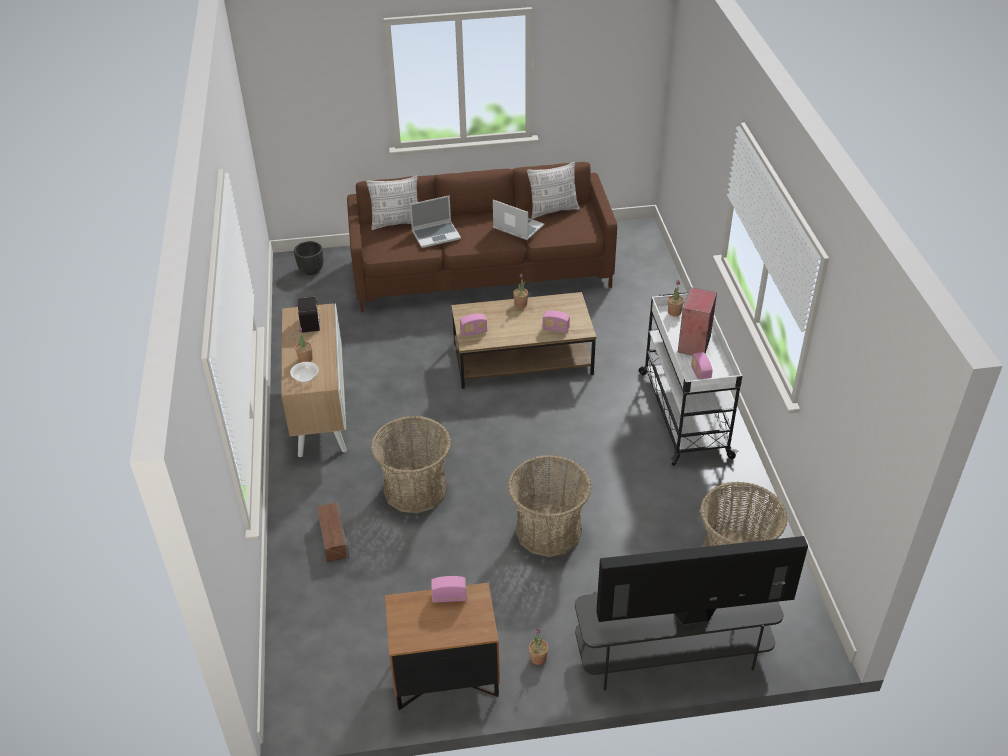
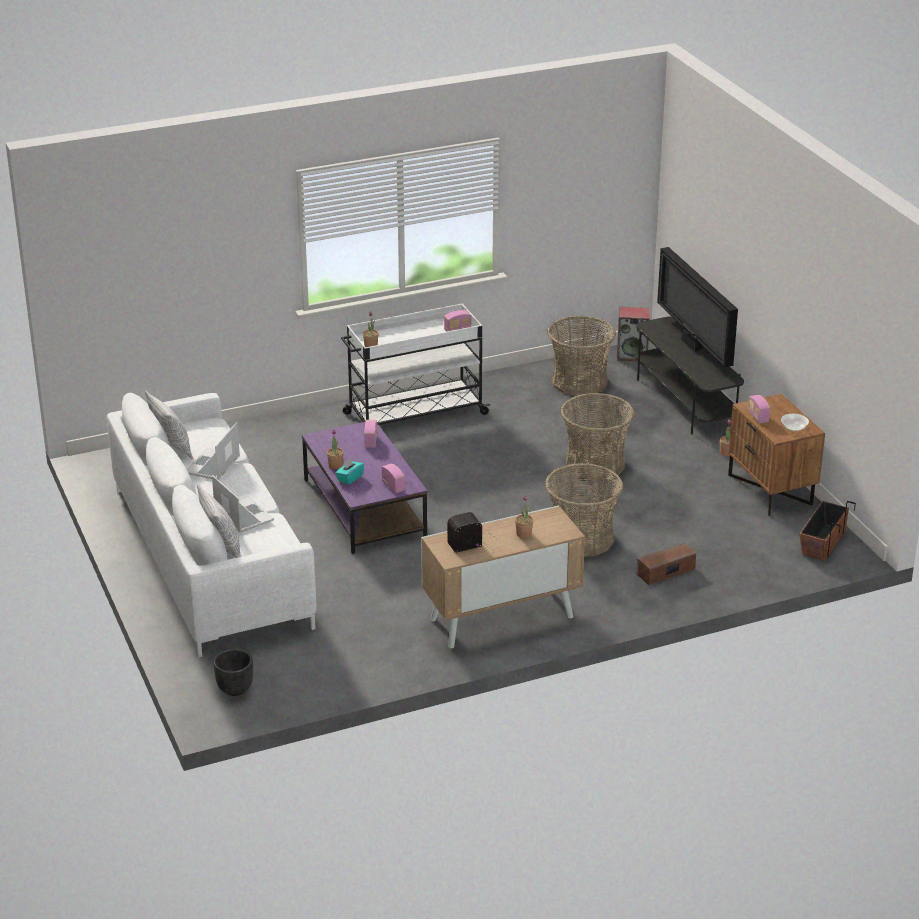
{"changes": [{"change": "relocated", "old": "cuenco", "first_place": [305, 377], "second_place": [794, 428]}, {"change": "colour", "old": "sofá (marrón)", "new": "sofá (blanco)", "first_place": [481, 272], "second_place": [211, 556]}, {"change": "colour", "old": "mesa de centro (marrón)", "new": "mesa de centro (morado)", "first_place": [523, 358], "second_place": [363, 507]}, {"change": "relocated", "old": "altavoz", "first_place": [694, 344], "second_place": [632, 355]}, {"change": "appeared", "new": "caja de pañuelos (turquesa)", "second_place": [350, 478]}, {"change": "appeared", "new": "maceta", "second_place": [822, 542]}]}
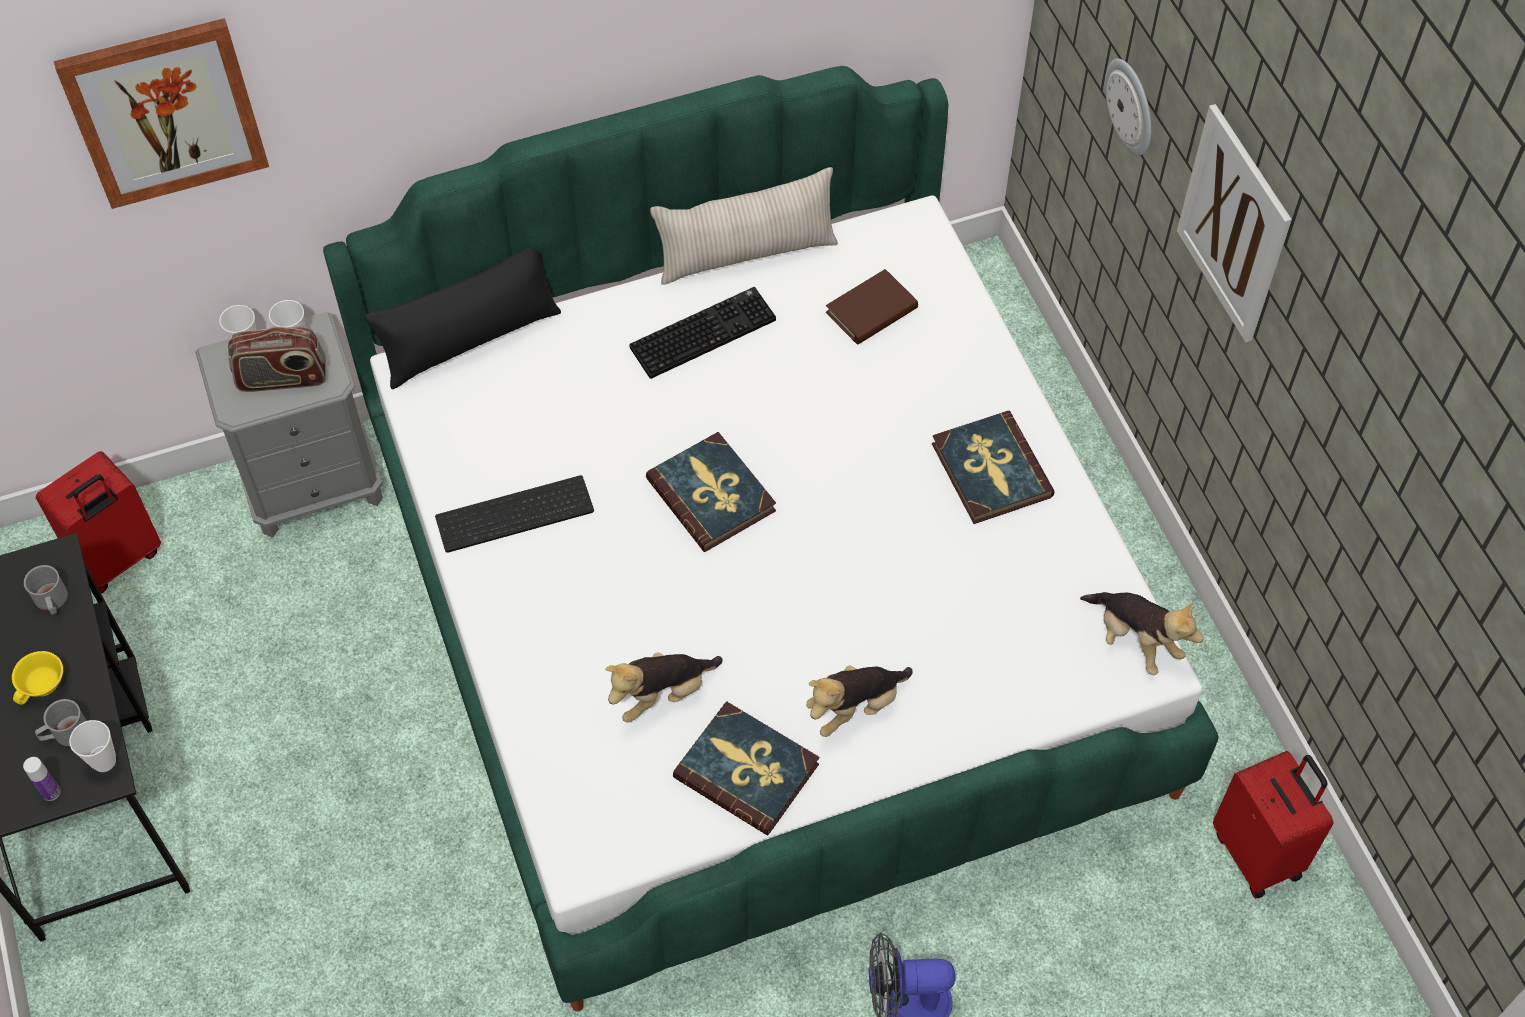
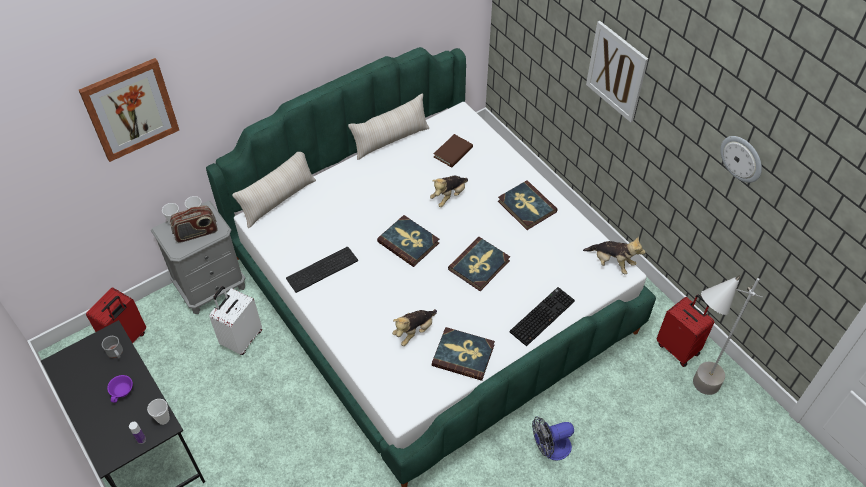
{"changes": [{"change": "colour", "old": "taza (amarillo)", "new": "taza (morado)", "first_place": [43, 685], "second_place": [123, 392]}, {"change": "missing", "old": "taza grande (gris)", "first_place": [65, 733]}, {"change": "colour", "old": "cojín (negro)", "new": "cojín (beis)", "first_place": [471, 340], "second_place": [278, 200]}, {"change": "relocated", "old": "teclado", "first_place": [703, 332], "second_place": [541, 315]}, {"change": "relocated", "old": "peluche", "first_place": [855, 707], "second_place": [449, 196]}, {"change": "relocated", "old": "reloj de pared", "first_place": [1131, 106], "second_place": [742, 158]}, {"change": "appeared", "new": "maleta (blanco)", "second_place": [241, 338]}, {"change": "appeared", "new": "libro", "second_place": [479, 265]}, {"change": "appeared", "new": "lámpara de pie (gris)", "second_place": [689, 393]}]}
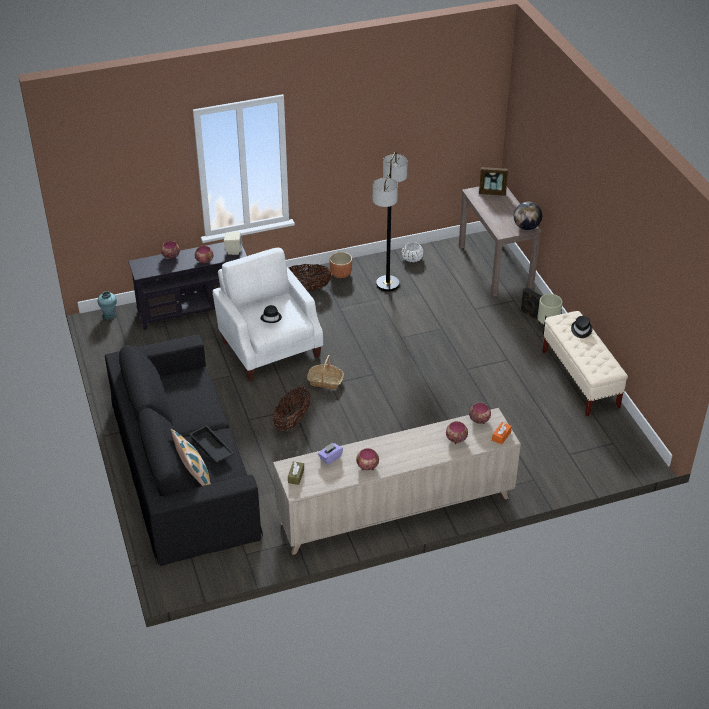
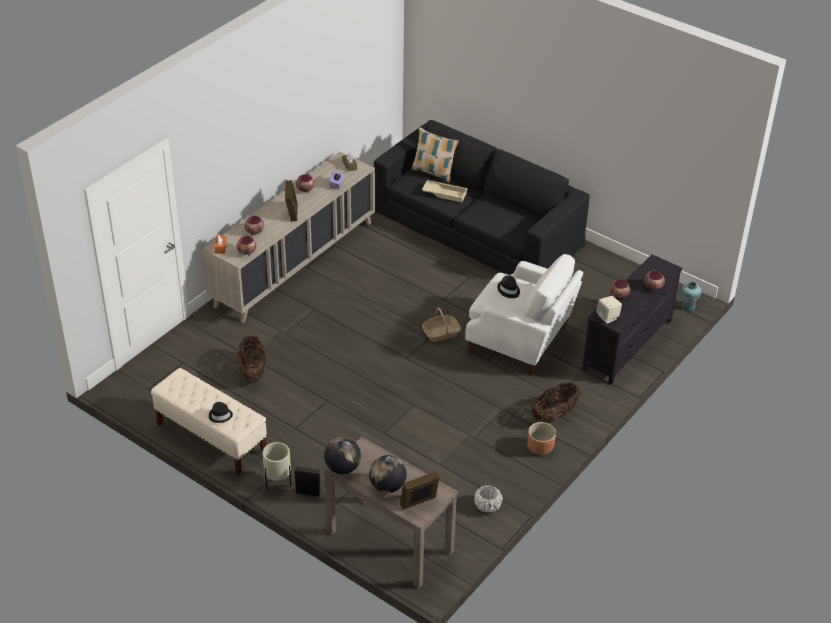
{"changes": [{"change": "colour", "old": "bandeja (negro)", "new": "bandeja (beis)", "first_place": [211, 448], "second_place": [445, 193]}, {"change": "relocated", "old": "cesta", "first_place": [292, 421], "second_place": [252, 371]}, {"change": "missing", "old": "lámpara de pie", "first_place": [387, 284]}, {"change": "appeared", "new": "portarretratos", "second_place": [292, 212]}, {"change": "appeared", "new": "globo terráqueo", "second_place": [387, 486]}]}
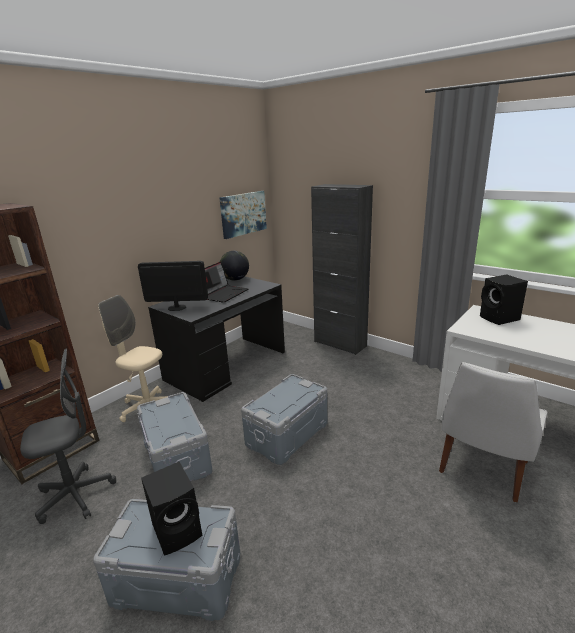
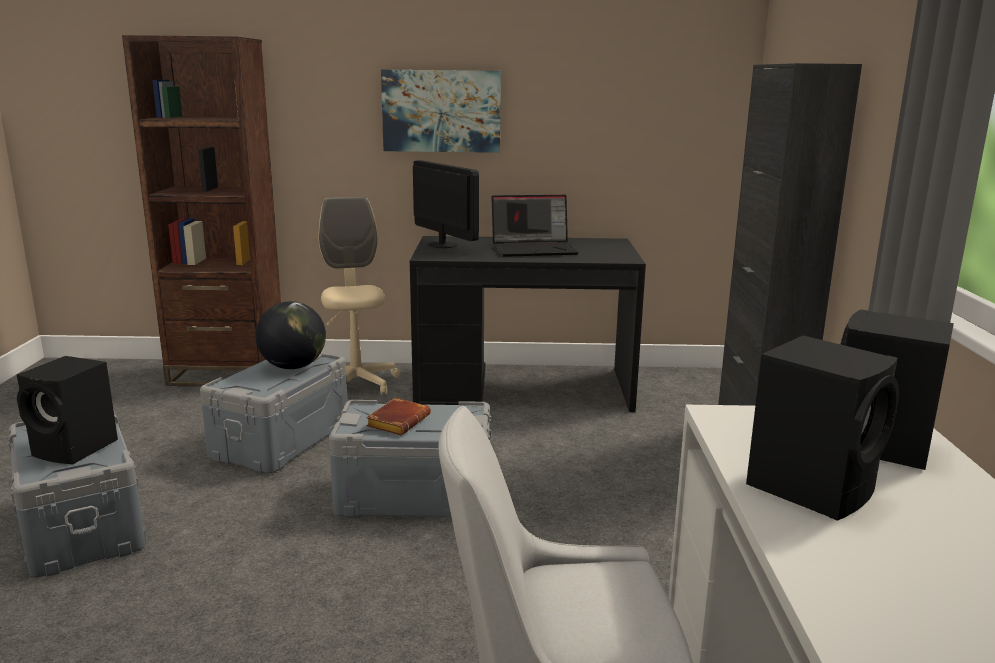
{"changes": [{"change": "missing", "old": "silla de oficina (gris)", "first_place": [76, 495]}, {"change": "relocated", "old": "cuadro", "first_place": [243, 214], "second_place": [441, 111]}, {"change": "relocated", "old": "globo terráqueo", "first_place": [235, 279], "second_place": [293, 367]}, {"change": "appeared", "new": "libro (marrón)", "second_place": [398, 421]}, {"change": "appeared", "new": "altavoz (negro)", "second_place": [813, 487]}]}
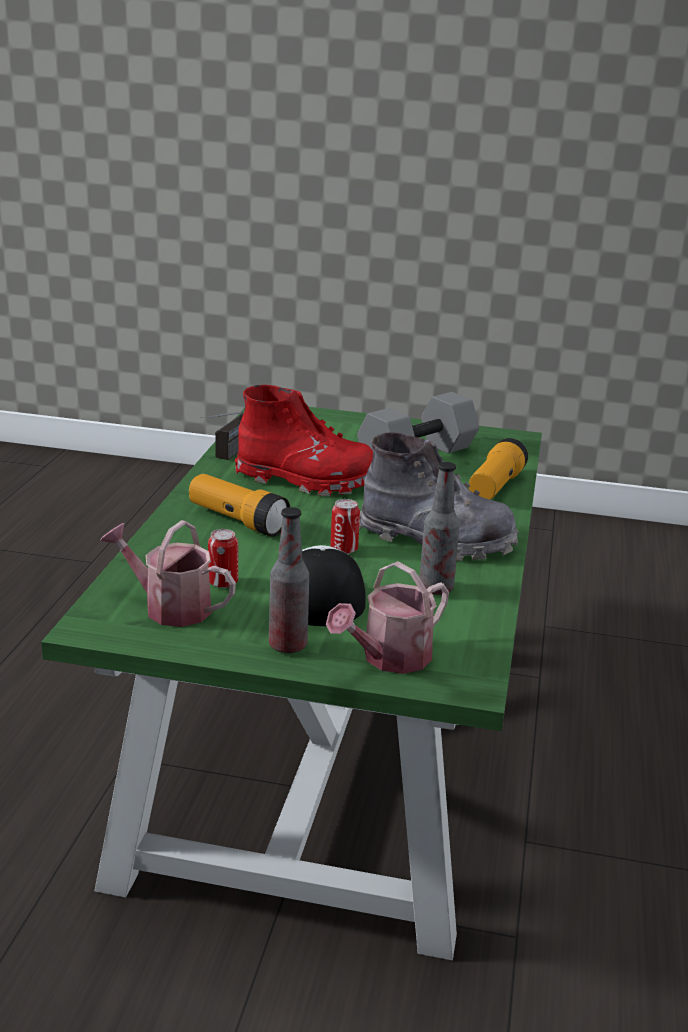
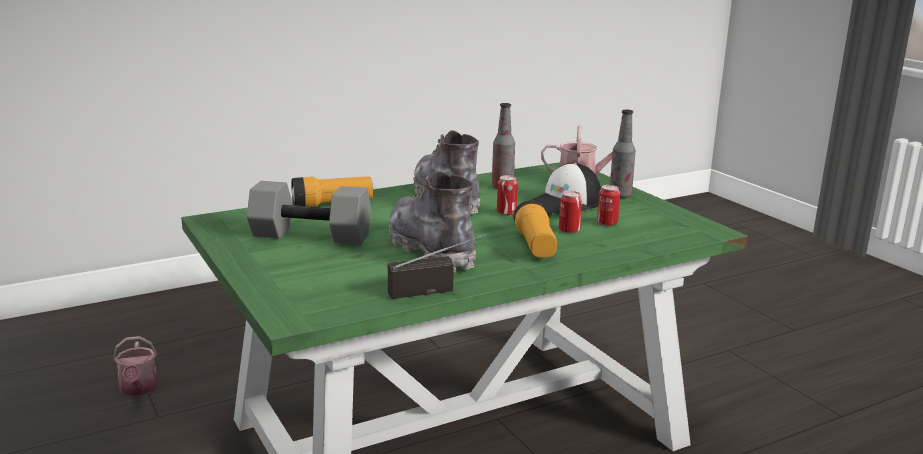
{"changes": [{"change": "relocated", "old": "regadera", "first_place": [169, 607], "second_place": [138, 389]}, {"change": "colour", "old": "bota (rojo)", "new": "bota (gris)", "first_place": [306, 481], "second_place": [431, 250]}, {"change": "appeared", "new": "lata", "second_place": [569, 230]}]}
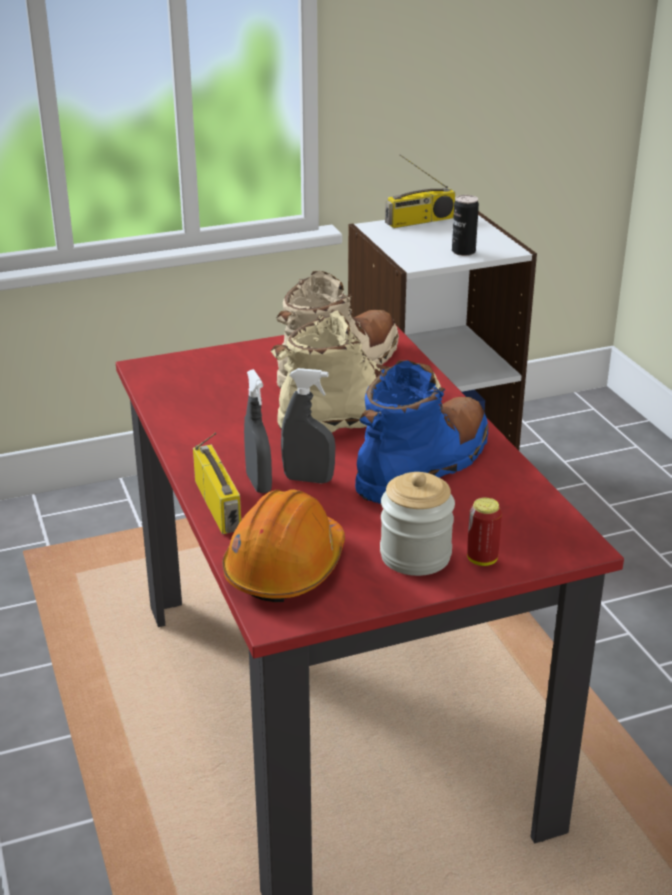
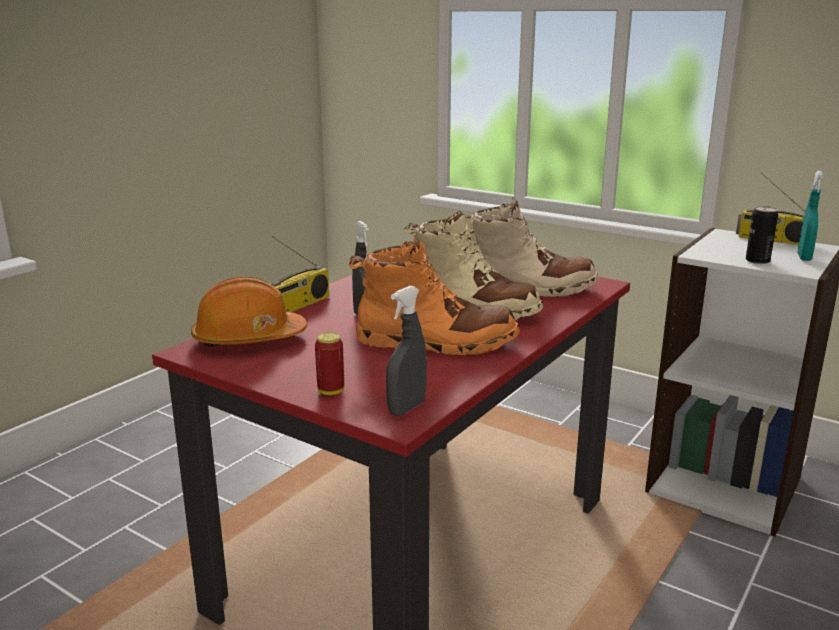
{"changes": [{"change": "relocated", "old": "pulverizador (gris)", "first_place": [258, 483], "second_place": [406, 408]}, {"change": "colour", "old": "bota (azul)", "new": "bota (naranja)", "first_place": [424, 465], "second_place": [435, 342]}, {"change": "missing", "old": "tarro", "first_place": [415, 556]}, {"change": "appeared", "new": "pulverizador (turquesa)", "second_place": [804, 257]}]}
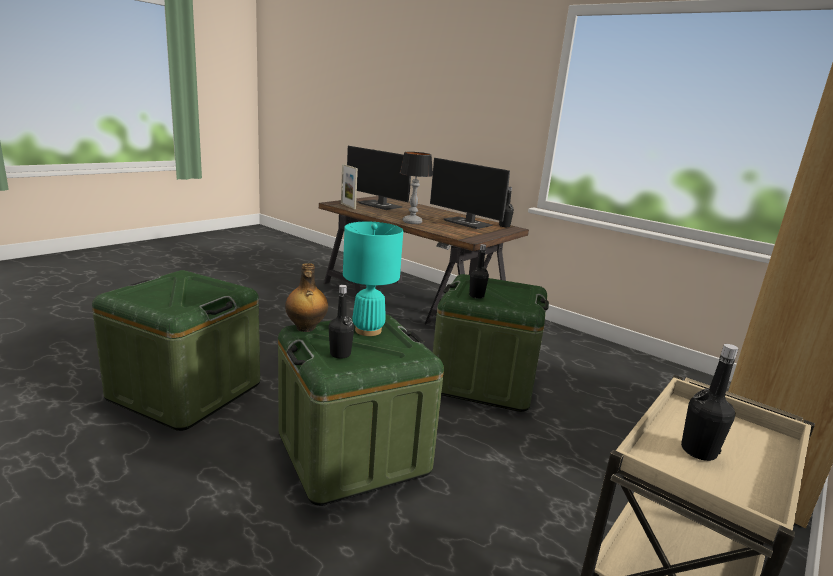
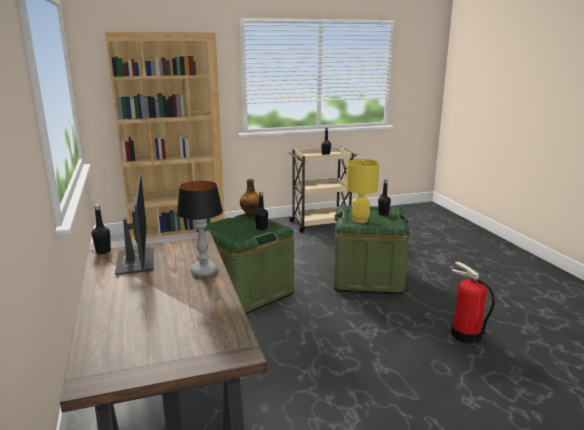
{"changes": [{"change": "exchanged", "old": "caja de almacenaje (verde)", "new": "extintor", "first_place": [186, 391], "second_place": [465, 335]}, {"change": "relocated", "old": "botella", "first_place": [306, 328], "second_place": [251, 214]}, {"change": "missing", "old": "portarretratos", "first_place": [348, 206]}, {"change": "colour", "old": "lámpara de mesa (turquesa)", "new": "lámpara de mesa (amarillo)", "first_place": [368, 330], "second_place": [360, 220]}, {"change": "missing", "old": "monitor", "first_place": [380, 205]}]}
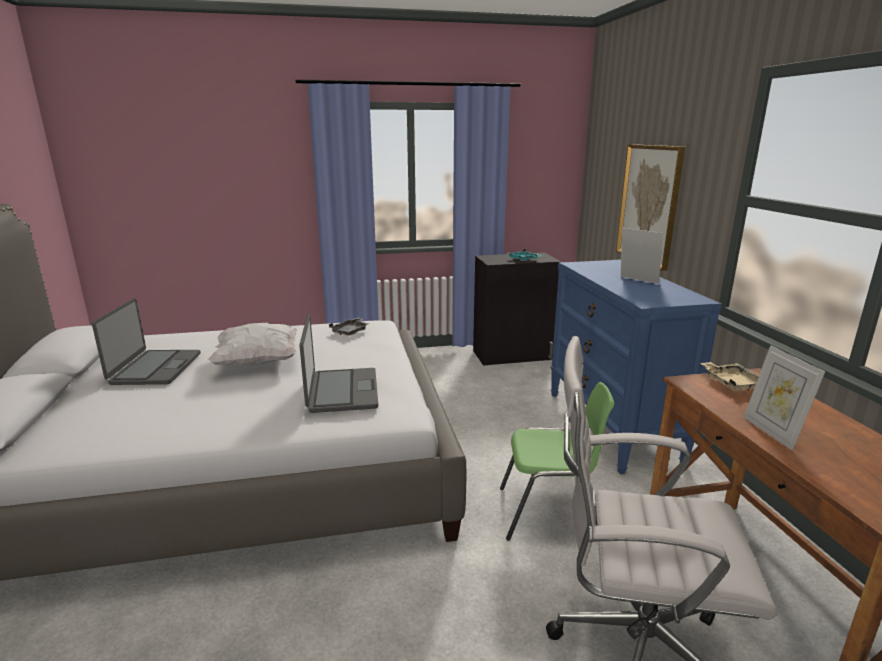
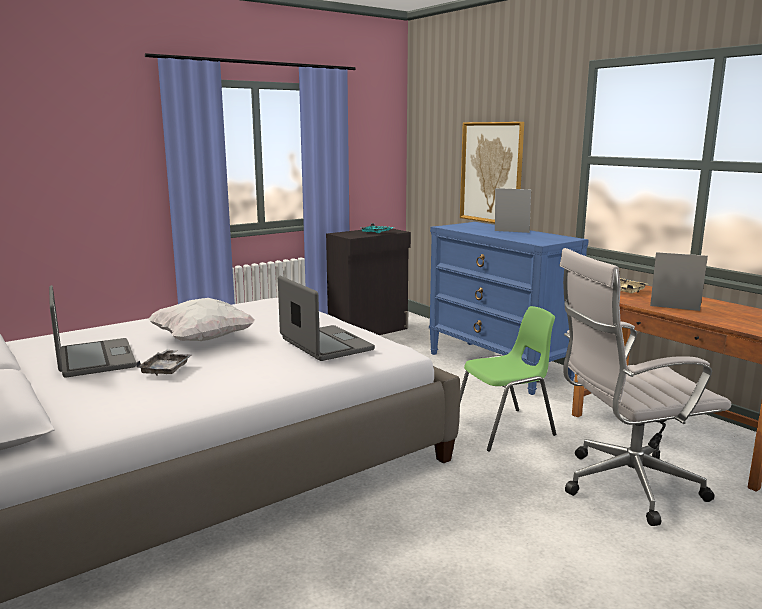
{"changes": [{"change": "relocated", "old": "bandeja (gris)", "first_place": [351, 331], "second_place": [166, 369]}, {"change": "spun", "old": "portarretratos", "first_place": [772, 432], "second_place": [674, 309], "degrees": 150}]}
